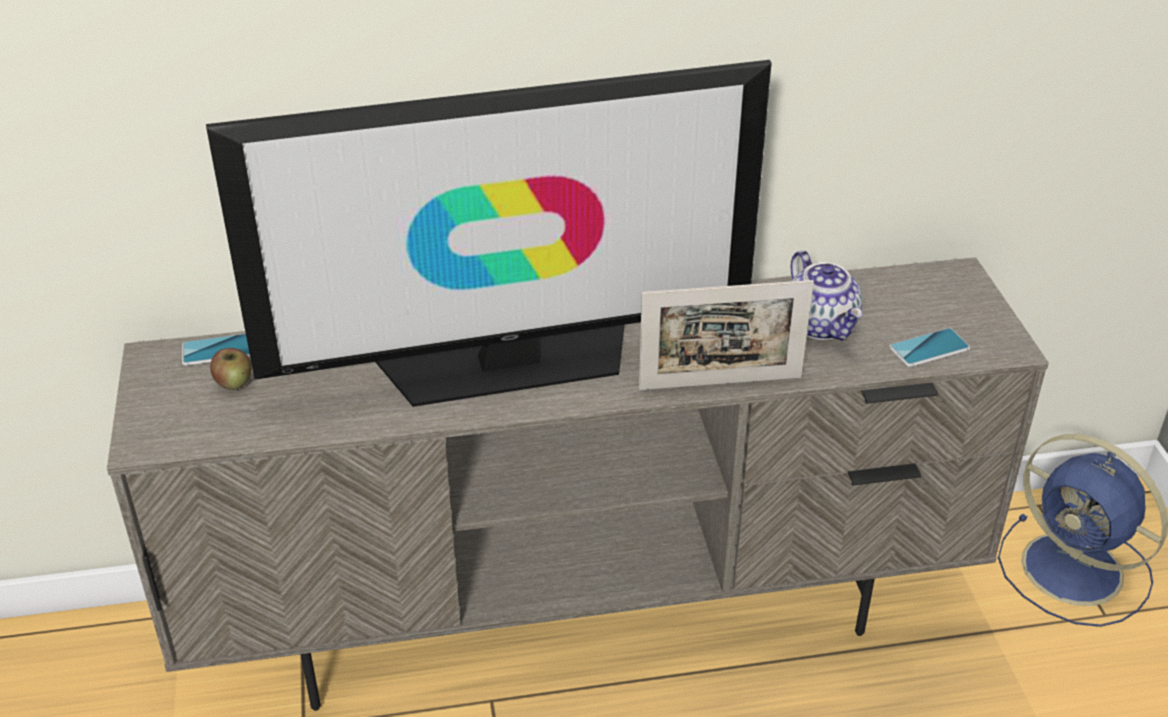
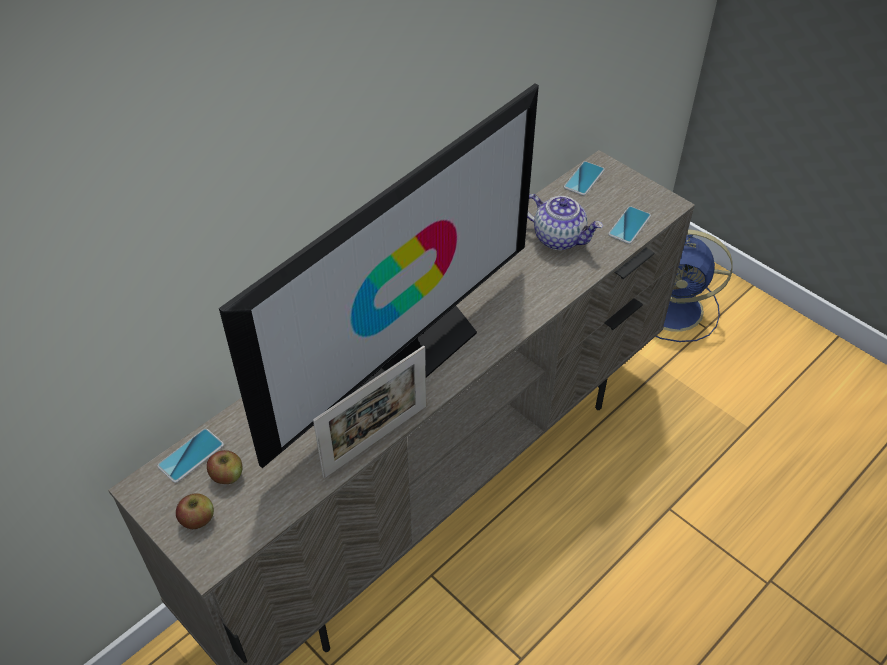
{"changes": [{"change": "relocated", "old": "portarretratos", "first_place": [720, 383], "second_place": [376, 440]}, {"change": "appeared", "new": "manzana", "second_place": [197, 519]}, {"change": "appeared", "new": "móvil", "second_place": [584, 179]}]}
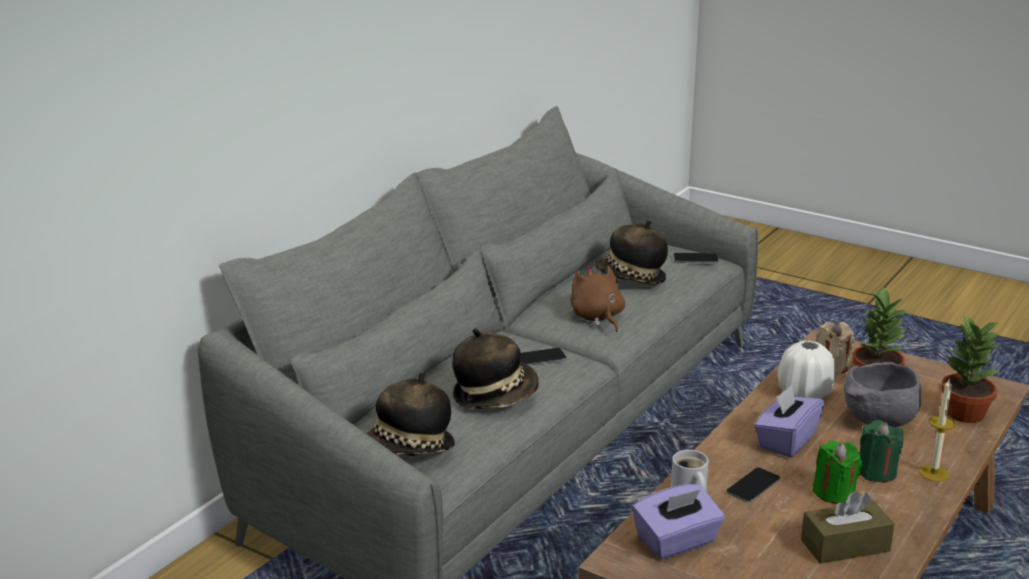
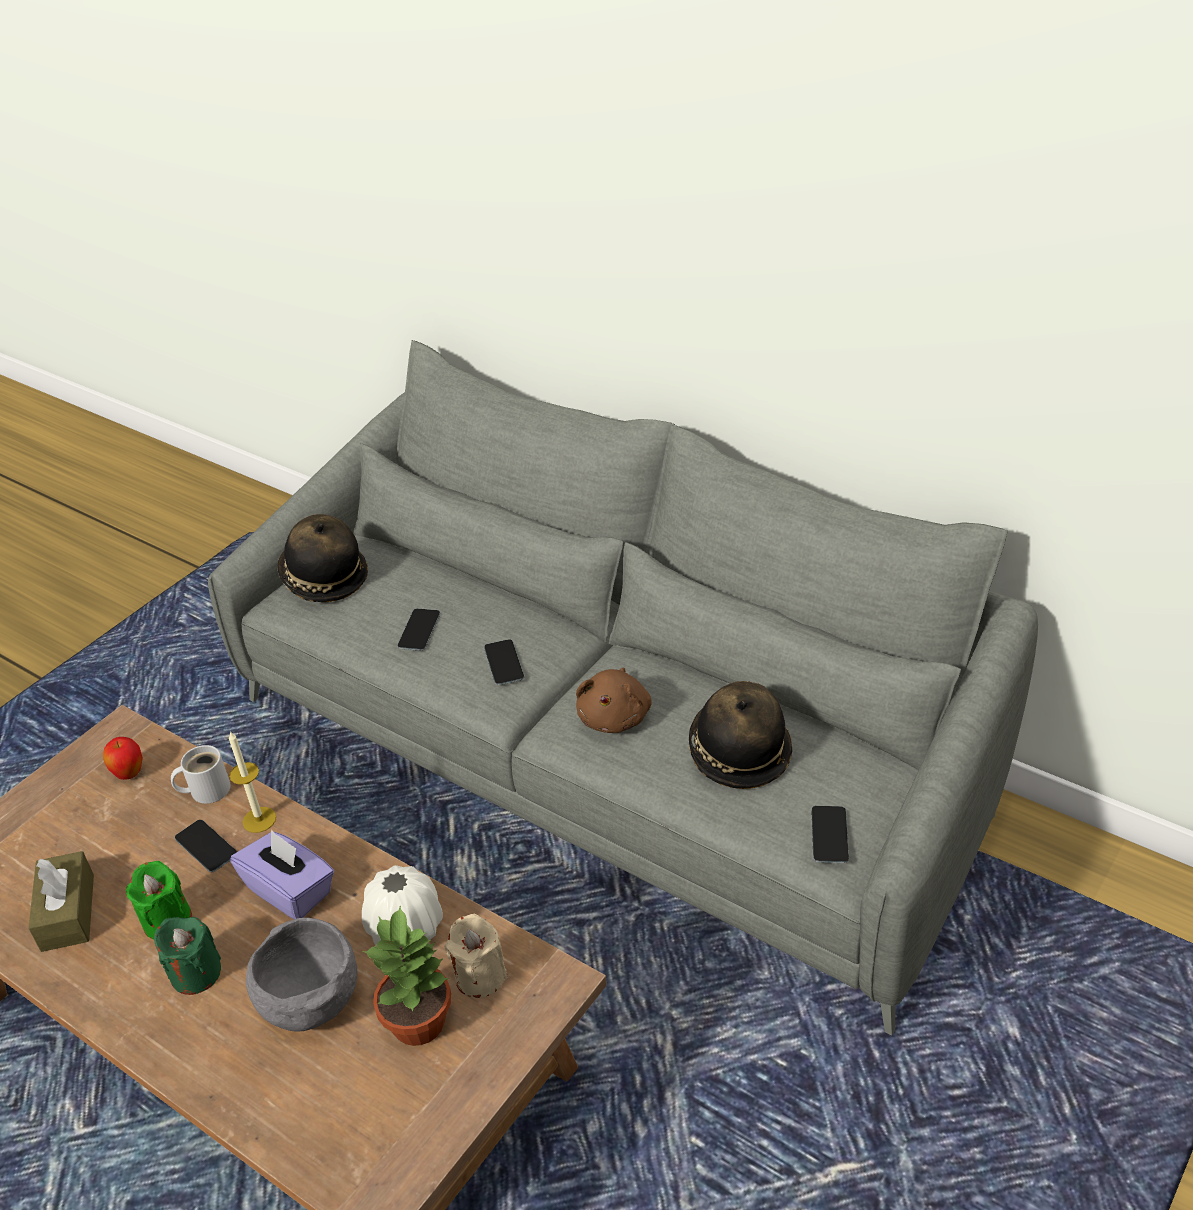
{"changes": [{"change": "exchanged", "old": "sombrero", "new": "móvil", "first_place": [495, 395], "second_place": [419, 630]}, {"change": "spun", "old": "peluche (marrón)", "first_place": [597, 317], "second_place": [615, 716], "degrees": 120}, {"change": "exchanged", "old": "caja de pañuelos (morado)", "new": "manzana", "first_place": [677, 542], "second_place": [129, 774]}, {"change": "relocated", "old": "vela", "first_place": [934, 473], "second_place": [259, 819]}, {"change": "missing", "old": "planta en maceta", "first_place": [963, 413]}]}
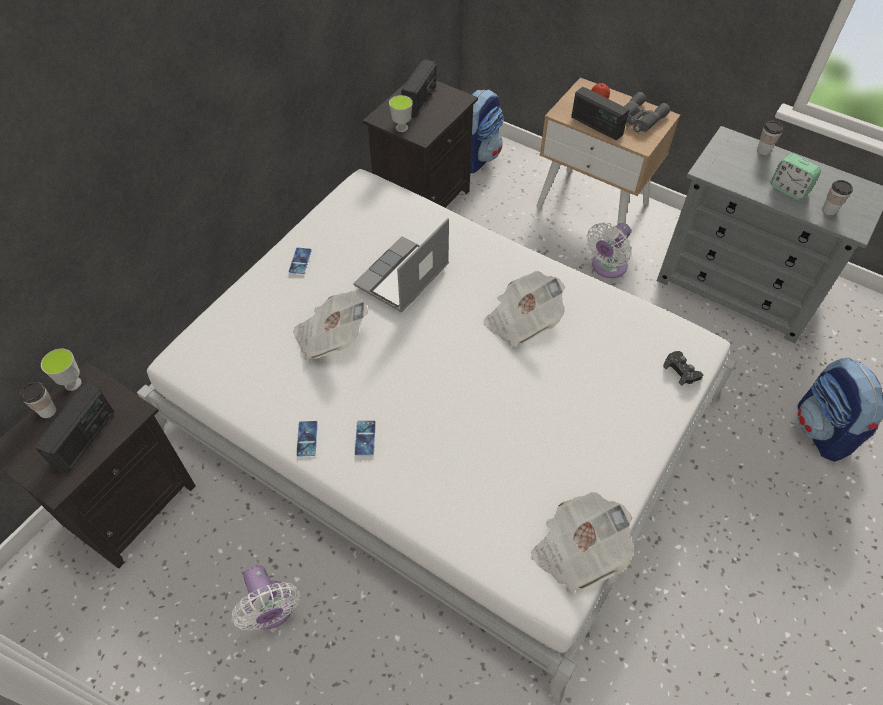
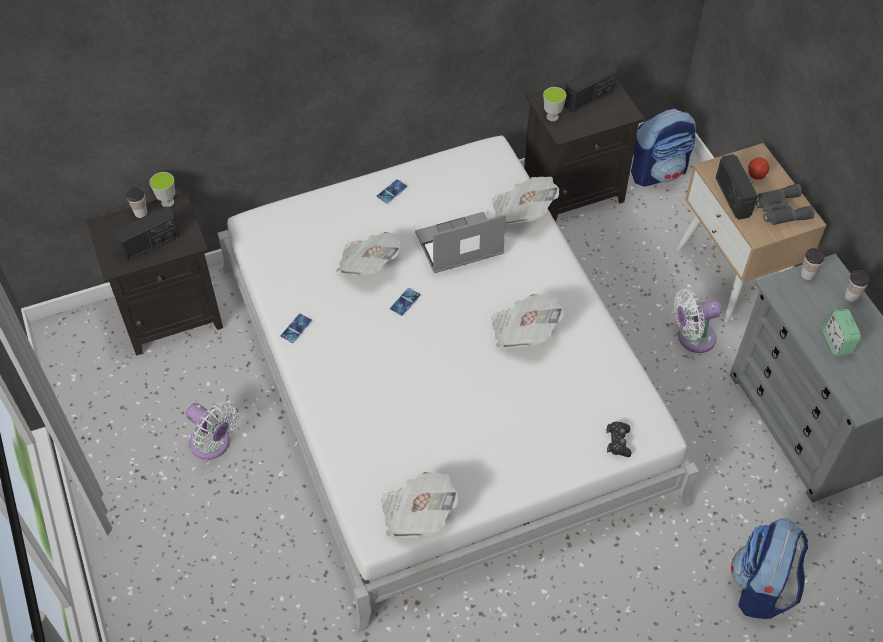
{"changes": [{"change": "spun", "old": "ventilador (blanco)", "first_place": [271, 610], "second_place": [213, 444], "degrees": -60}, {"change": "relocated", "old": "móvil", "first_place": [365, 438], "second_place": [405, 302]}, {"change": "relocated", "old": "taza", "first_place": [829, 210], "second_place": [807, 274]}, {"change": "appeared", "new": "periódico", "second_place": [522, 212]}]}
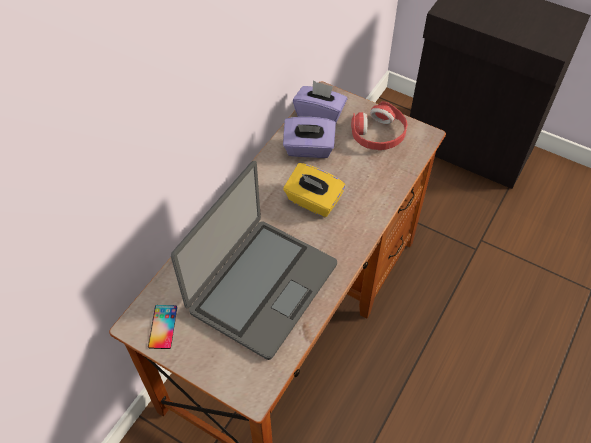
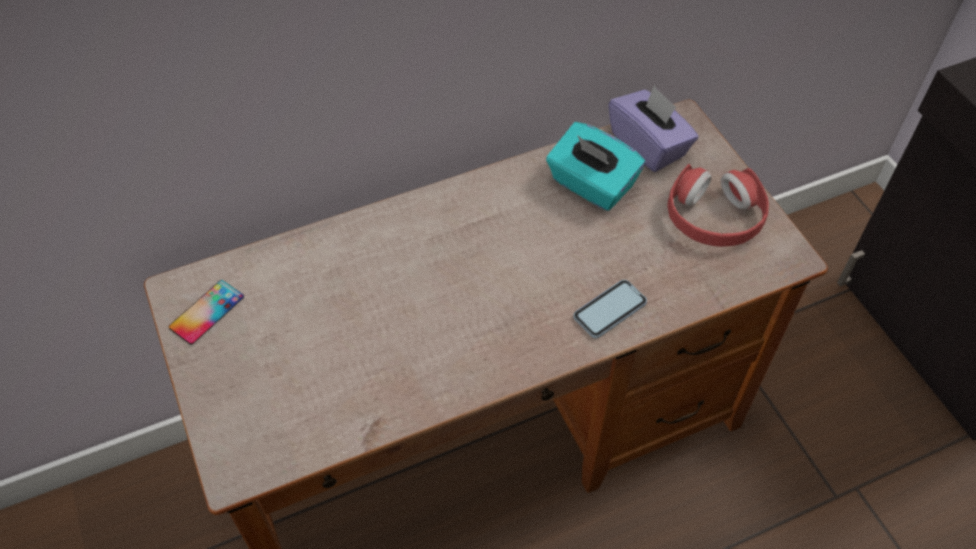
{"changes": [{"change": "missing", "old": "portátil", "first_place": [261, 286]}, {"change": "colour", "old": "caja de pañuelos (morado)", "new": "caja de pañuelos (turquesa)", "first_place": [308, 149], "second_place": [591, 185]}, {"change": "missing", "old": "caja de pañuelos (amarillo)", "first_place": [313, 201]}, {"change": "appeared", "new": "móvil", "second_place": [610, 310]}]}
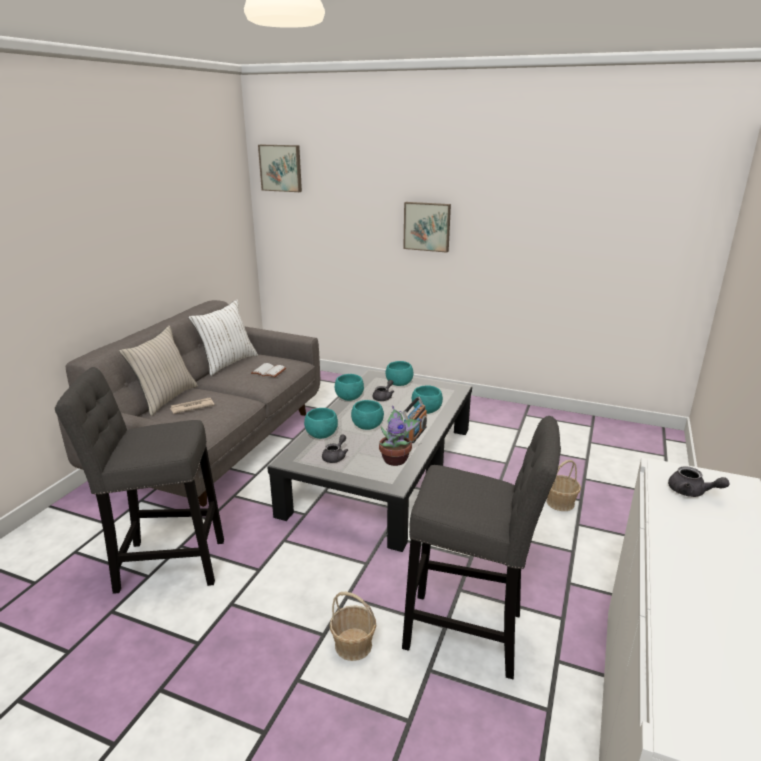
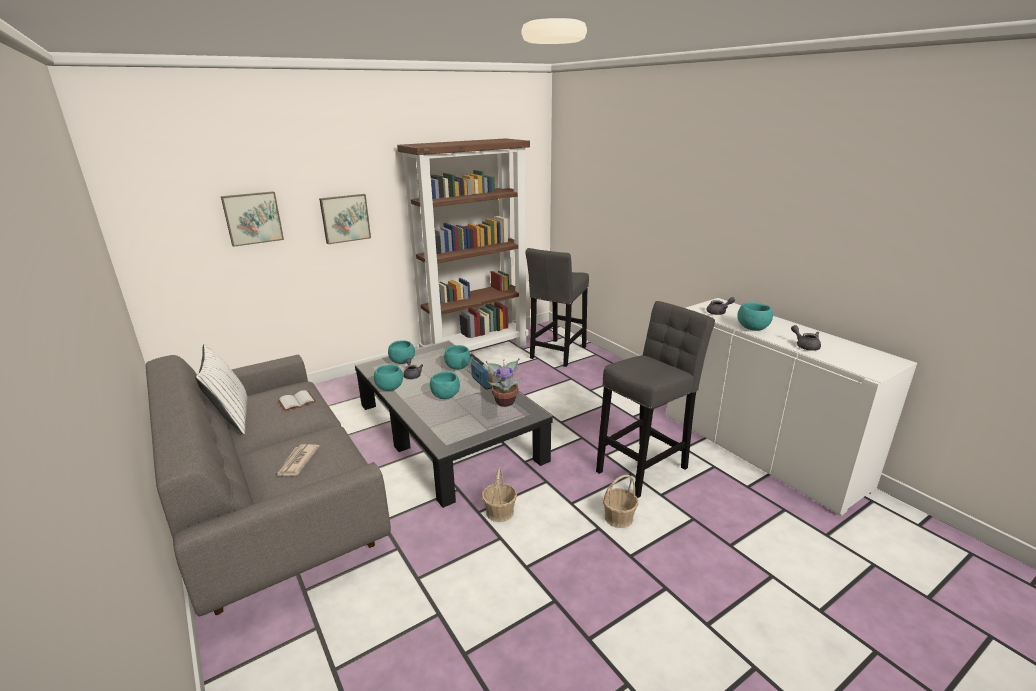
{"changes": [{"change": "relocated", "old": "taburete (gris)", "first_place": [165, 564], "second_place": [557, 354]}, {"change": "missing", "old": "cojín (beis)", "first_place": [165, 399]}, {"change": "relocated", "old": "cuadro", "first_place": [281, 168], "second_place": [252, 218]}, {"change": "relocated", "old": "cuenco (turquesa)", "first_place": [321, 435], "second_place": [753, 328]}, {"change": "relocated", "old": "tetera (gris)", "first_place": [335, 457], "second_place": [805, 346]}, {"change": "relocated", "old": "cesta", "first_place": [560, 503], "second_place": [500, 512]}, {"change": "appeared", "new": "estantería (marrón)", "second_place": [476, 351]}]}
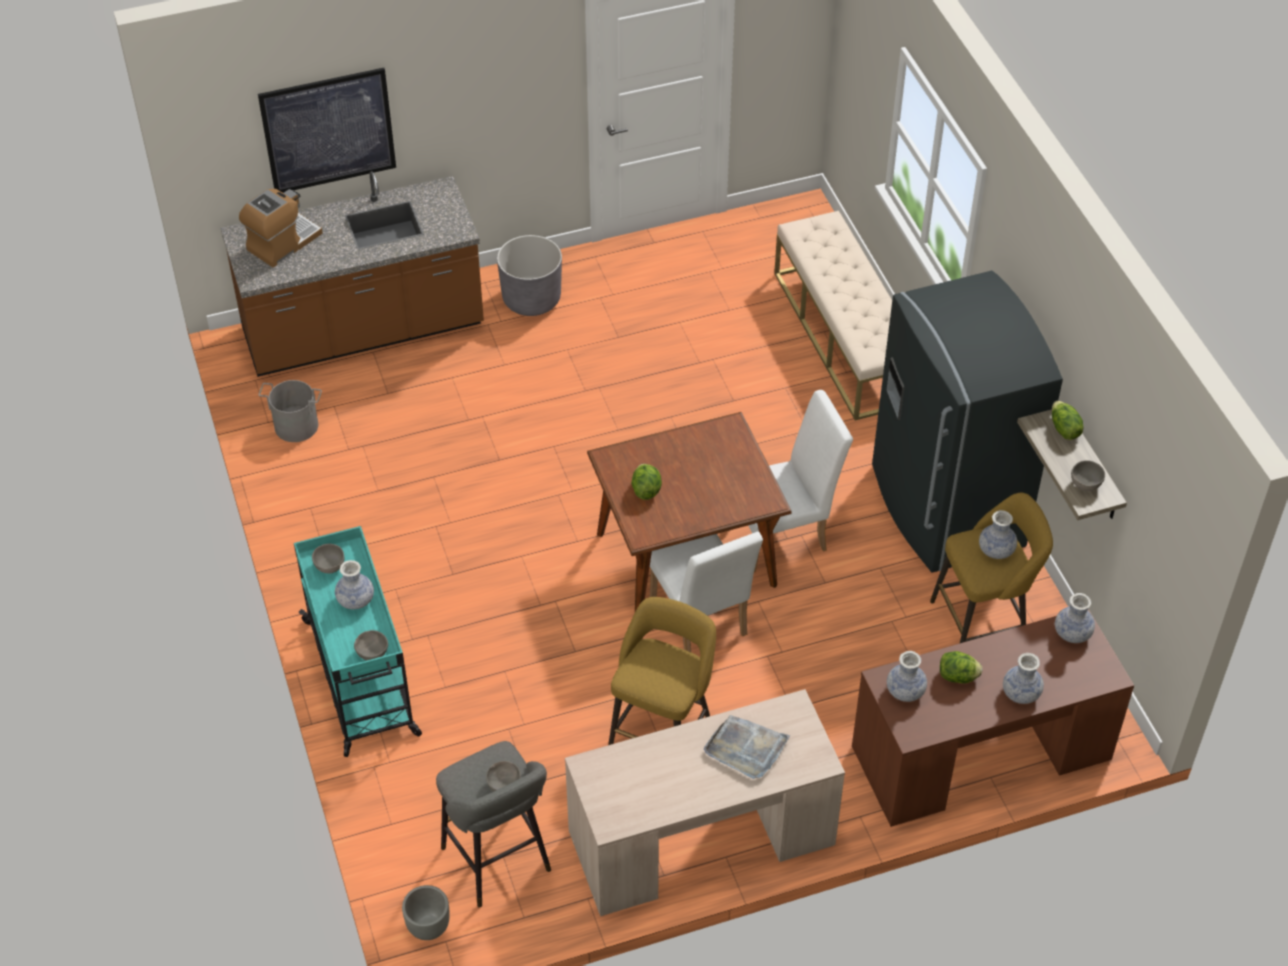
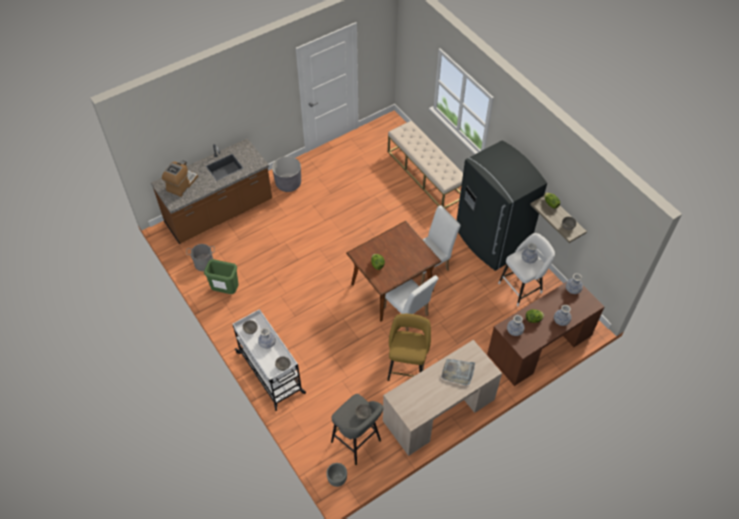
{"changes": [{"change": "missing", "old": "cuadro", "first_place": [328, 130]}, {"change": "colour", "old": "carrito (turquesa)", "new": "carrito (blanco)", "first_place": [361, 679], "second_place": [271, 373]}, {"change": "colour", "old": "taburete (amarillo)", "new": "taburete (blanco)", "first_place": [983, 621], "second_place": [522, 287]}, {"change": "appeared", "new": "papelera (verde)", "second_place": [225, 291]}]}
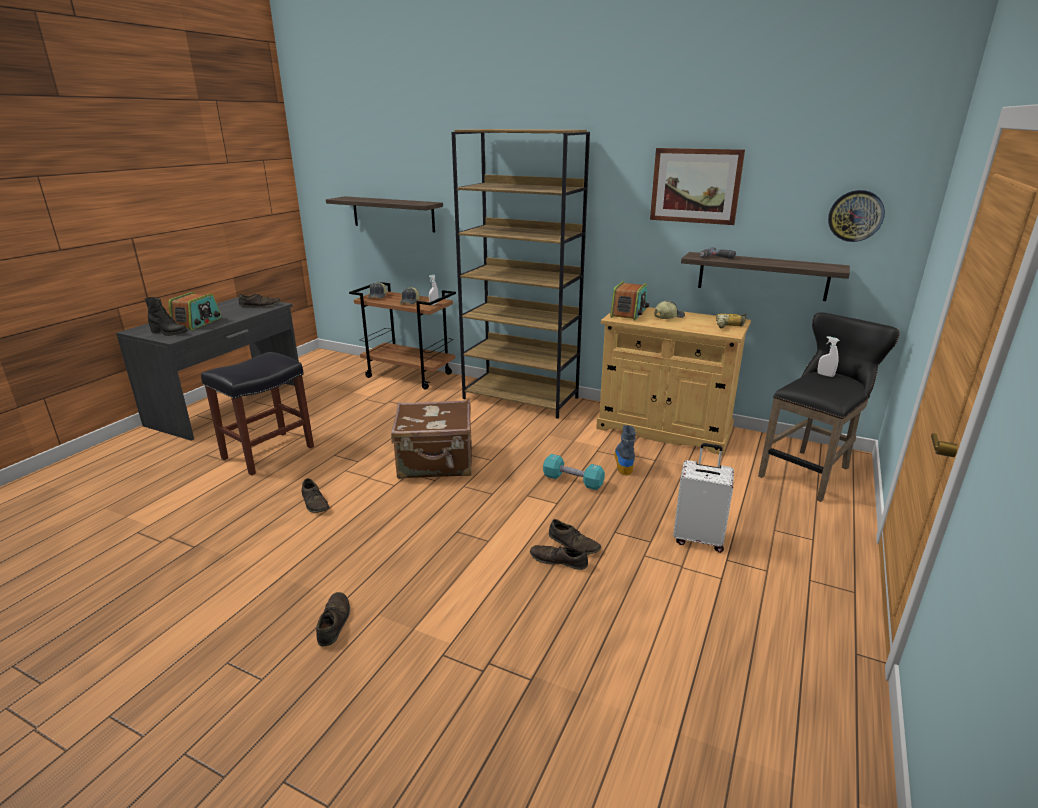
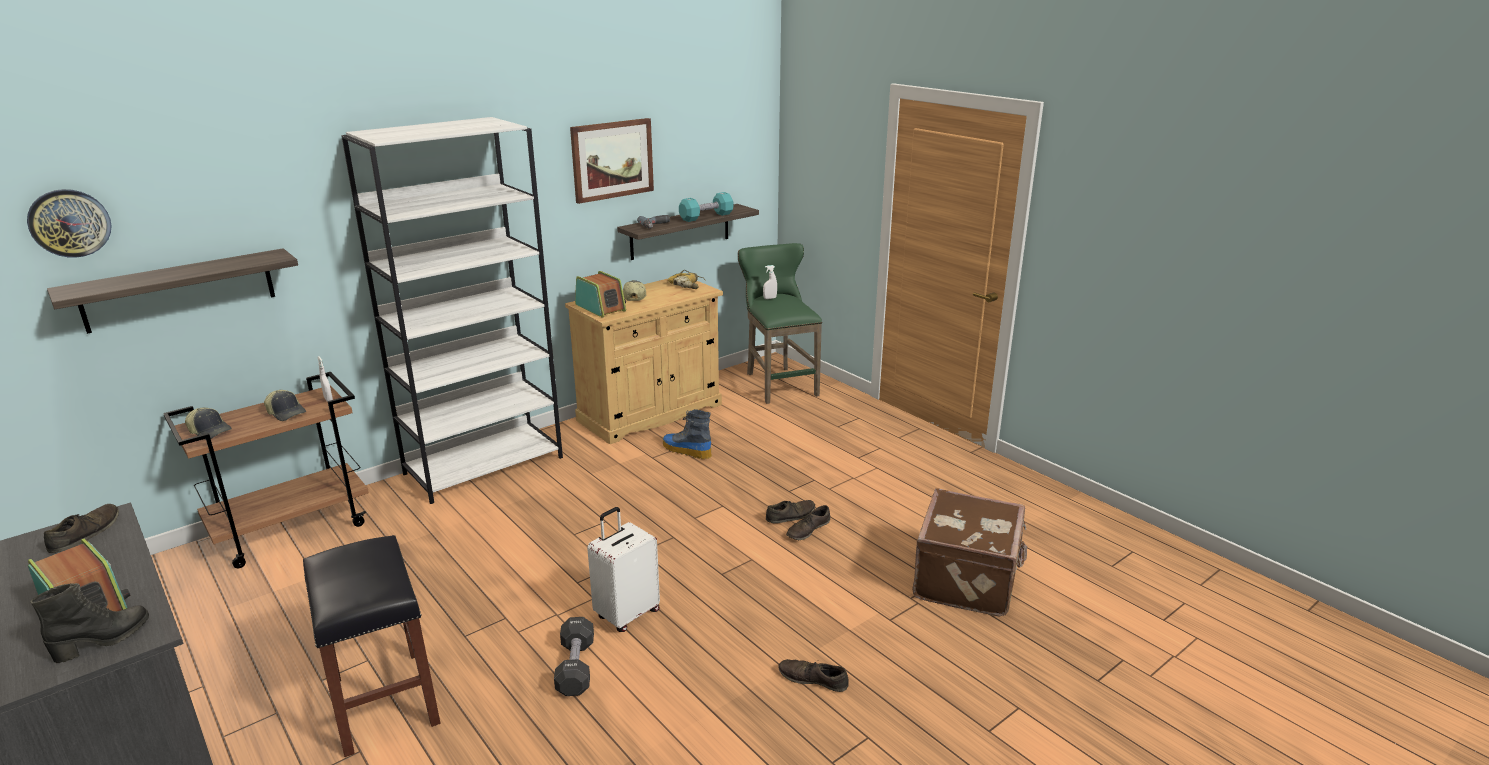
{"changes": [{"change": "exchanged", "old": "zapato (marrón)", "new": "mancuerna (negro)", "first_place": [315, 503], "second_place": [576, 667]}, {"change": "relocated", "old": "maleta (marrón)", "first_place": [436, 463], "second_place": [968, 580]}, {"change": "colour", "old": "estantería (marrón)", "new": "estantería (blanco)", "first_place": [521, 398], "second_place": [484, 465]}, {"change": "relocated", "old": "mancuerna (turquesa)", "first_place": [573, 481], "second_place": [706, 217]}, {"change": "relocated", "old": "maleta (blanco)", "first_place": [698, 538], "second_place": [626, 614]}, {"change": "colour", "old": "taburete (negro)", "new": "taburete (verde)", "first_place": [810, 471], "second_place": [778, 383]}, {"change": "relocated", "old": "reloj de pared", "first_place": [855, 216], "second_place": [69, 223]}]}
